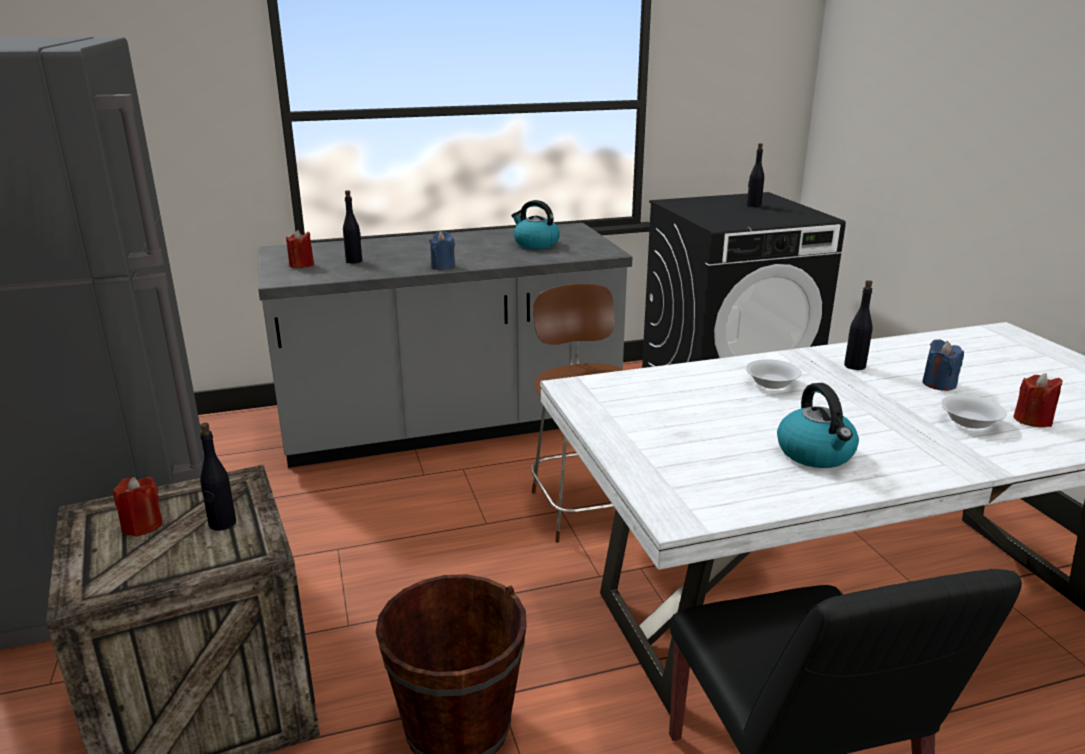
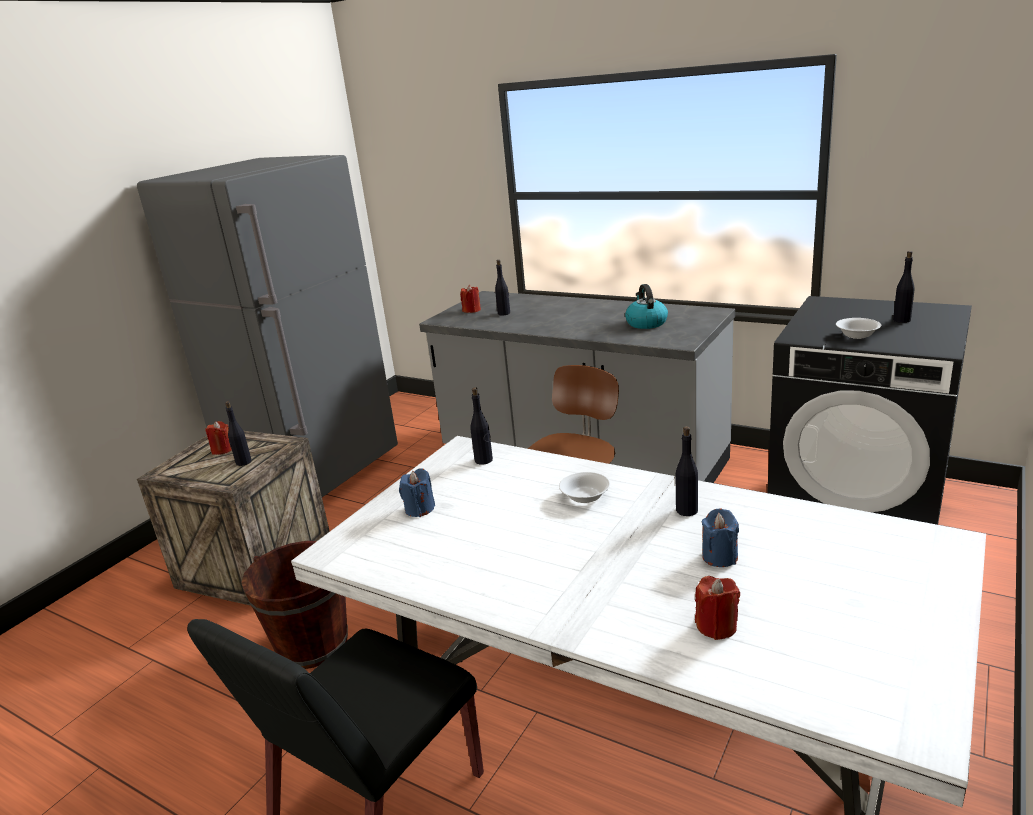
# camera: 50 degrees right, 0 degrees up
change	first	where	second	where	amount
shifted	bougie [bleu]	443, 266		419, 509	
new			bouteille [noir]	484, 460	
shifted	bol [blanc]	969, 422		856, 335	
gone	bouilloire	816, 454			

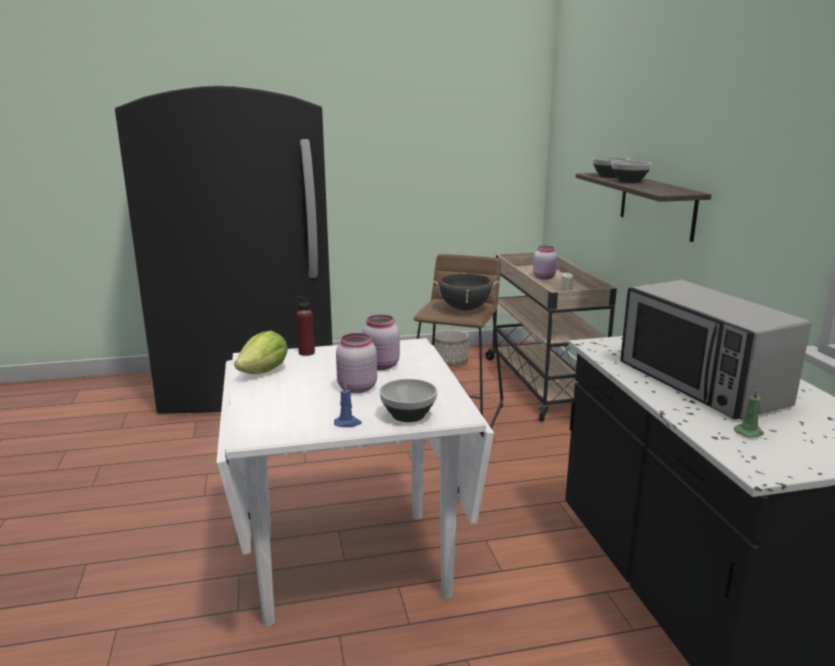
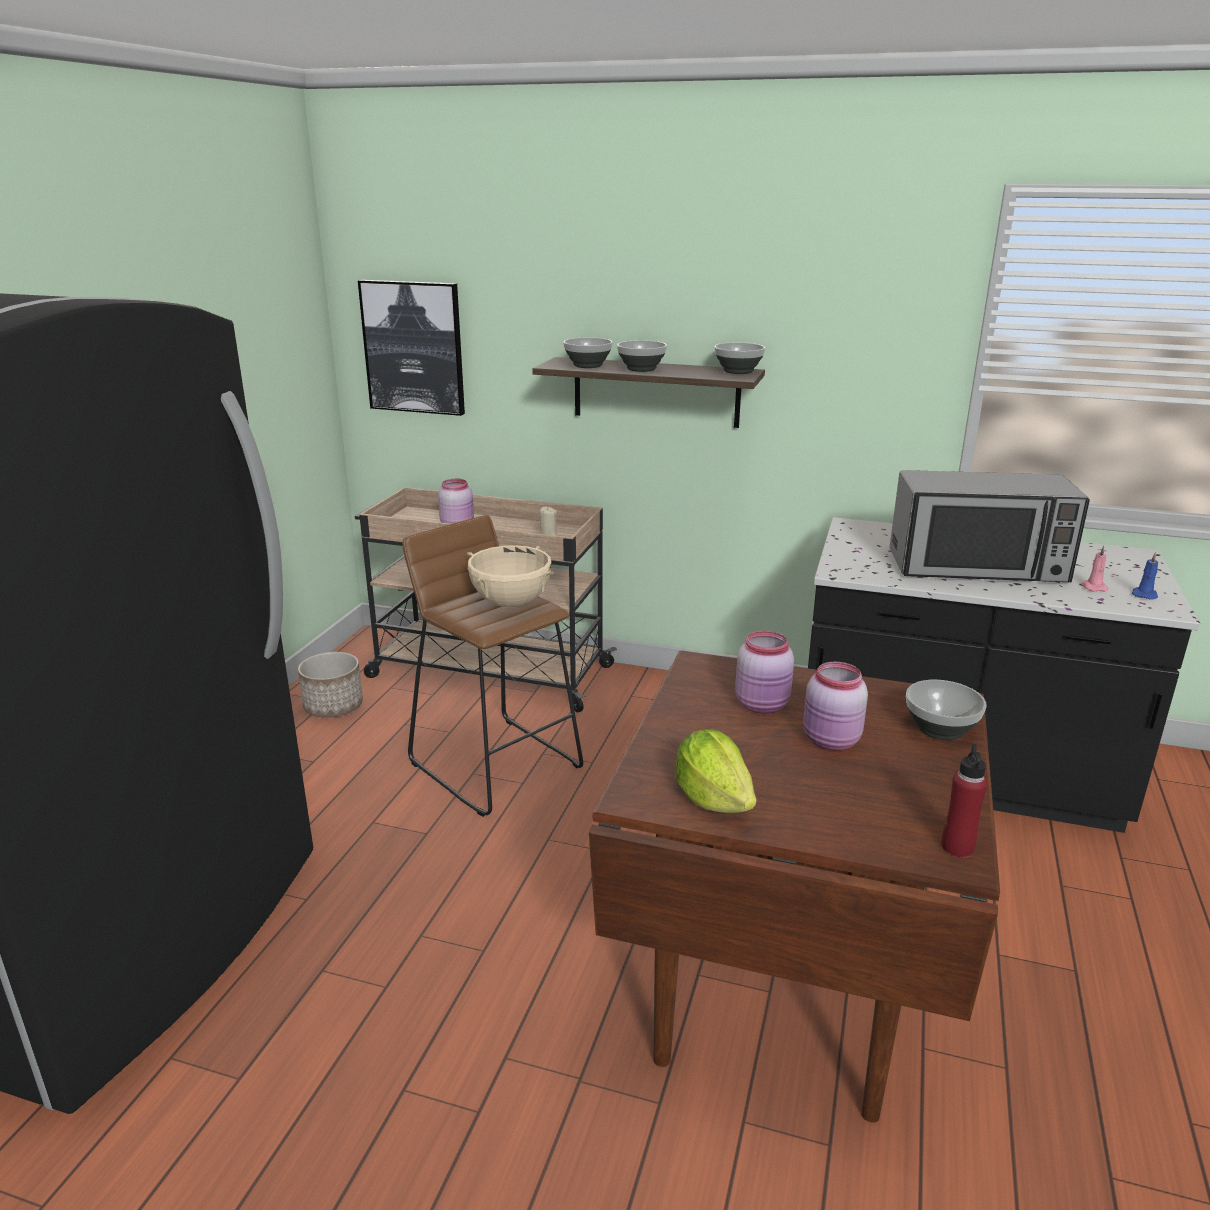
# camera: 60 degrees left, 5 degrees up
change	first	where	second	where	amount
new			tableau	414, 347	
repainted	marmite [noir]	464, 309	marmite [beige]	511, 603	
repainted	table à manger [blanc]	351, 564	table à manger [marron]	784, 988	
new			bol	739, 371	
shifted	bouteille [rouge]	306, 353		957, 847	
repainted	bougie [vert]	749, 432	bougie [rose]	1093, 587	
shifted	bougie [bleu]	348, 423		1144, 594	

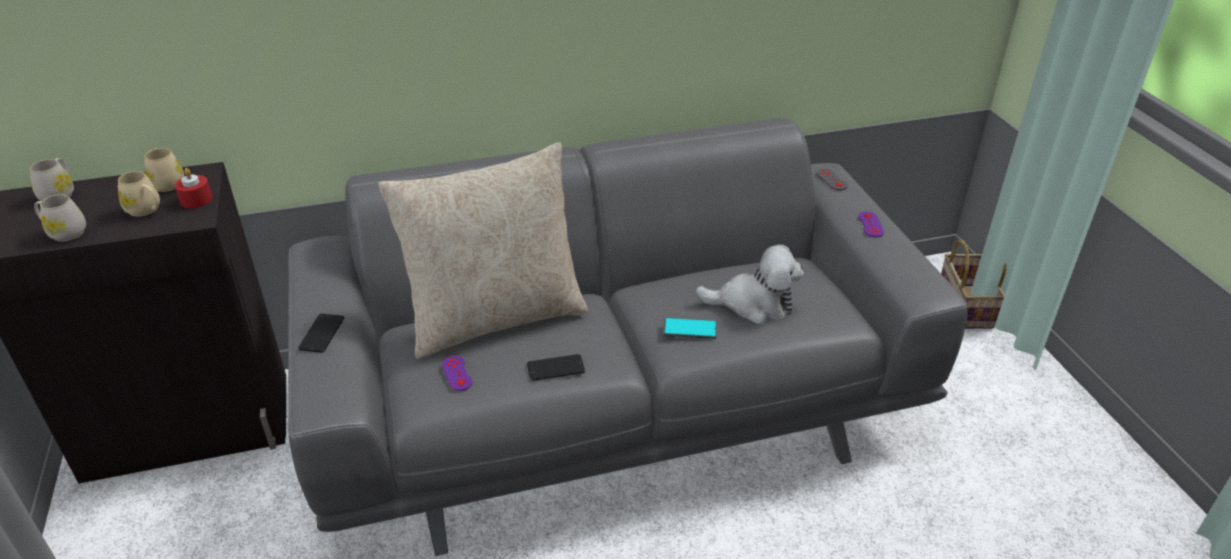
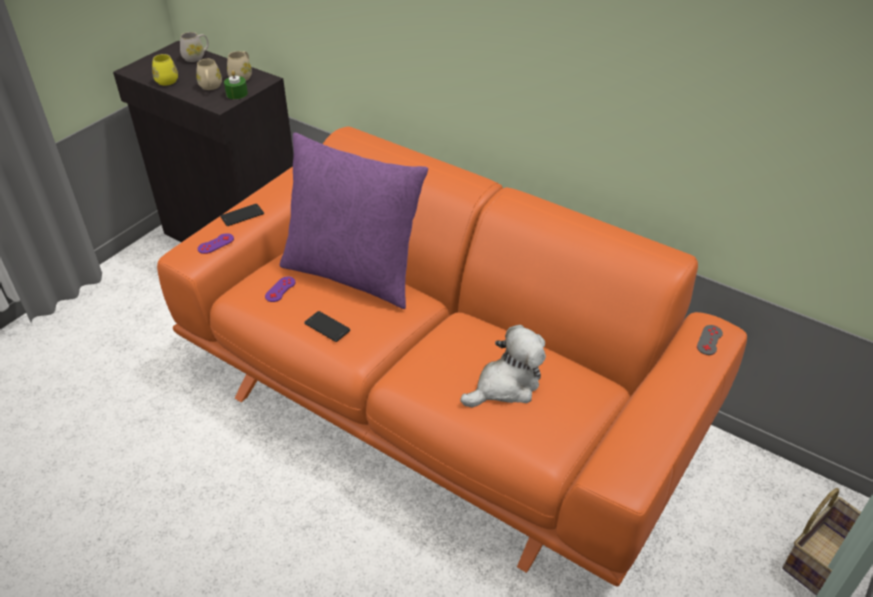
# camera: 50 degrees right, 5 degrees up
change	first	where	second	where	amount
repainted	mug [blanc]	64, 232	mug [jaune]	166, 79	
repainted	canapé [gris]	617, 404	canapé [orange]	439, 400	
shifted	manette [violet]	870, 224		216, 244	
repainted	bougie [rouge]	196, 200	bougie [vert]	237, 94	
repainted	coussin [beige]	495, 317	coussin [violet]	353, 273	
rotated	peluche	753, 304		506, 385	90 degrees counterclockwise
gone	téléphone	689, 329			

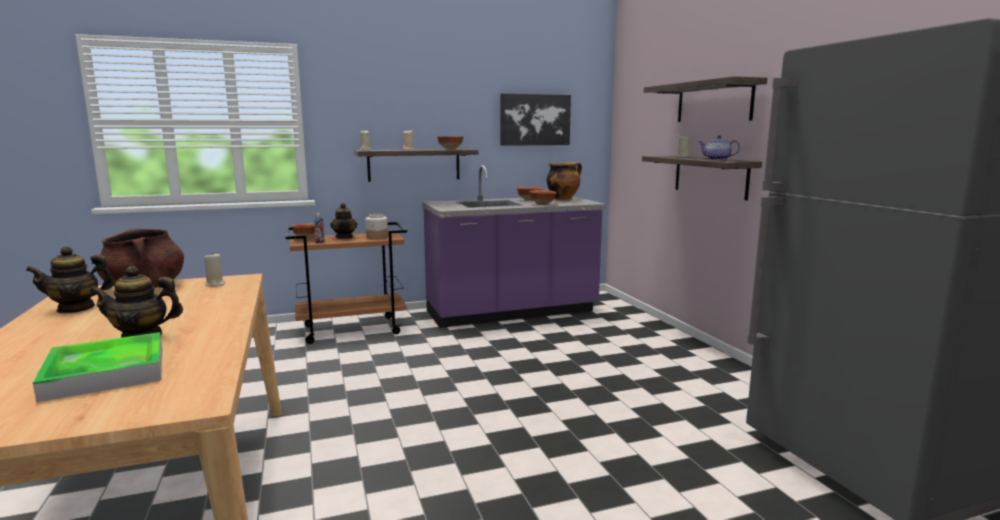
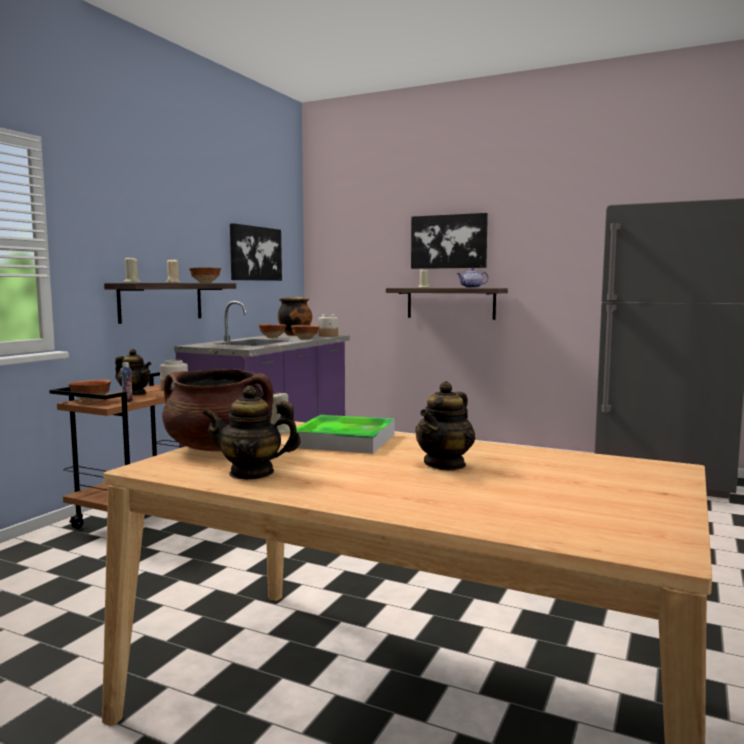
# camera: 45 degrees left, 5 degrees down
change	first	where	second	where	amount
rotated	théière	76, 308		252, 473	75 degrees clockwise
shifted	plateau	106, 372		344, 440	
new			bocal	328, 336	
swapped	étagère	713, 102	tableau	449, 241	

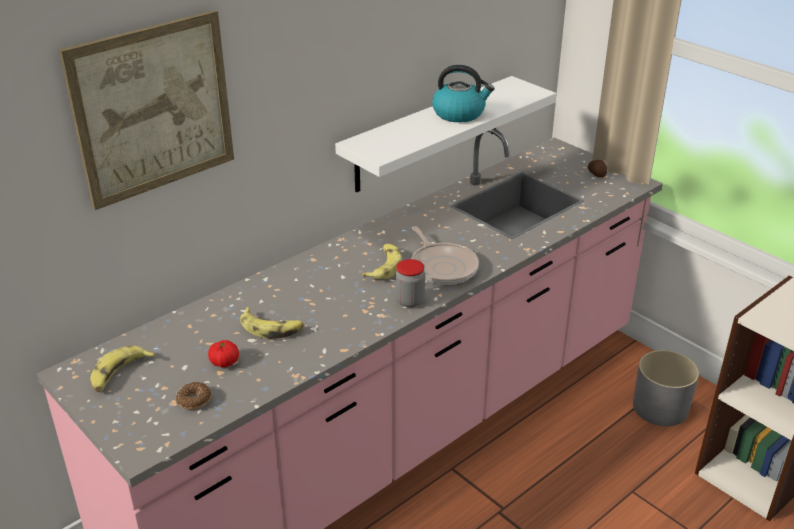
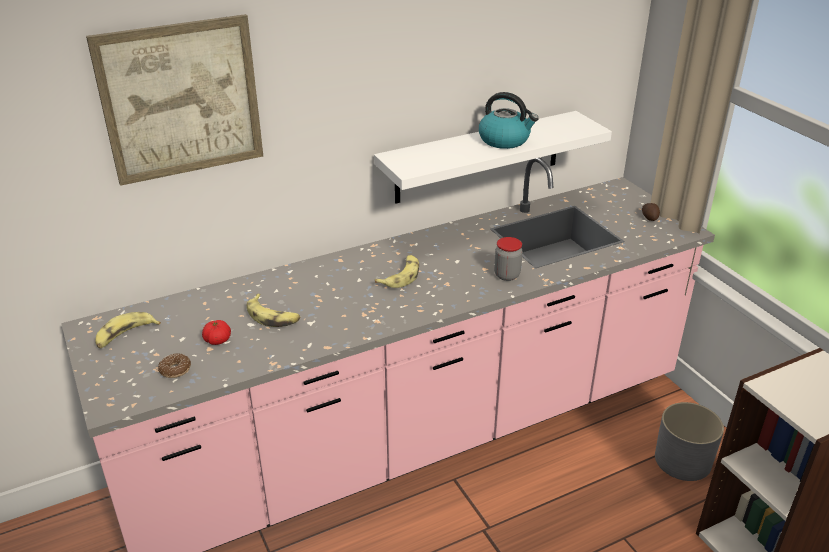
# camera: 15 degrees right, 0 degrees up
change	first	where	second	where	amount
shifted	bocal	410, 301		507, 275	
gone	poêle	442, 267			

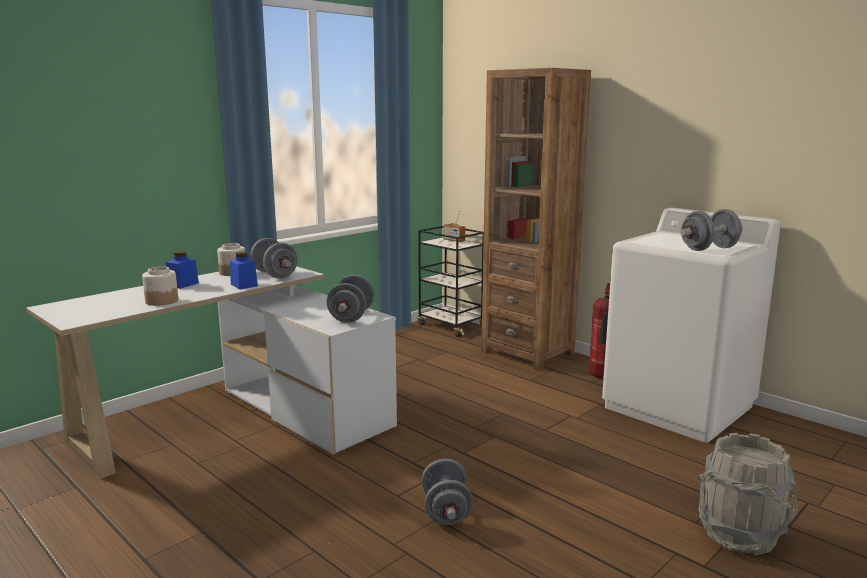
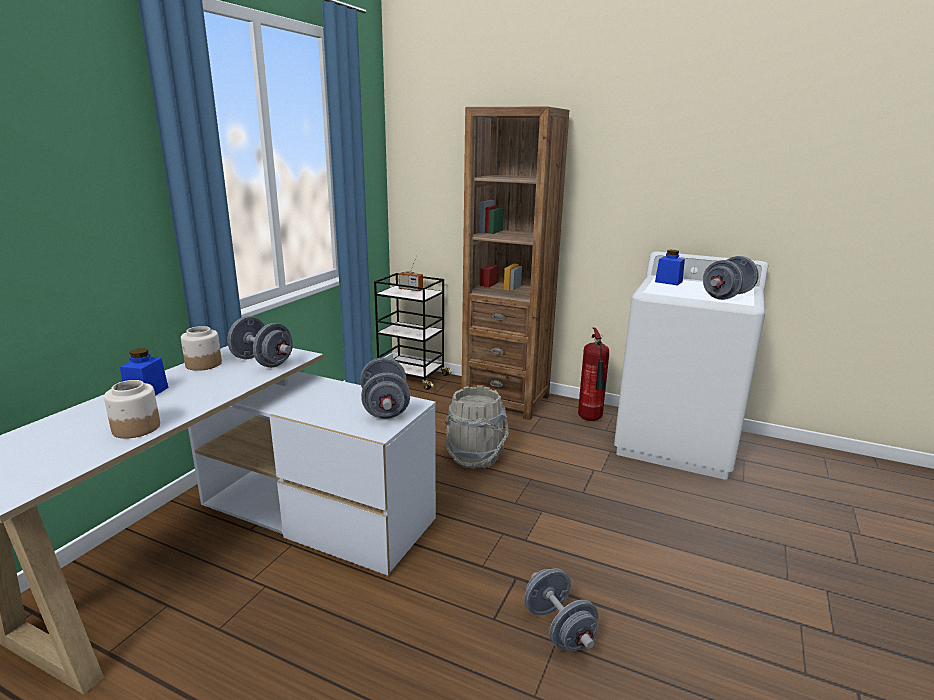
# camera: 20 degrees left, 5 degrees up
change	first	where	second	where	amount
shifted	seau [gris]	739, 534		475, 456	
shifted	bocal [bleu]	244, 285		668, 282	

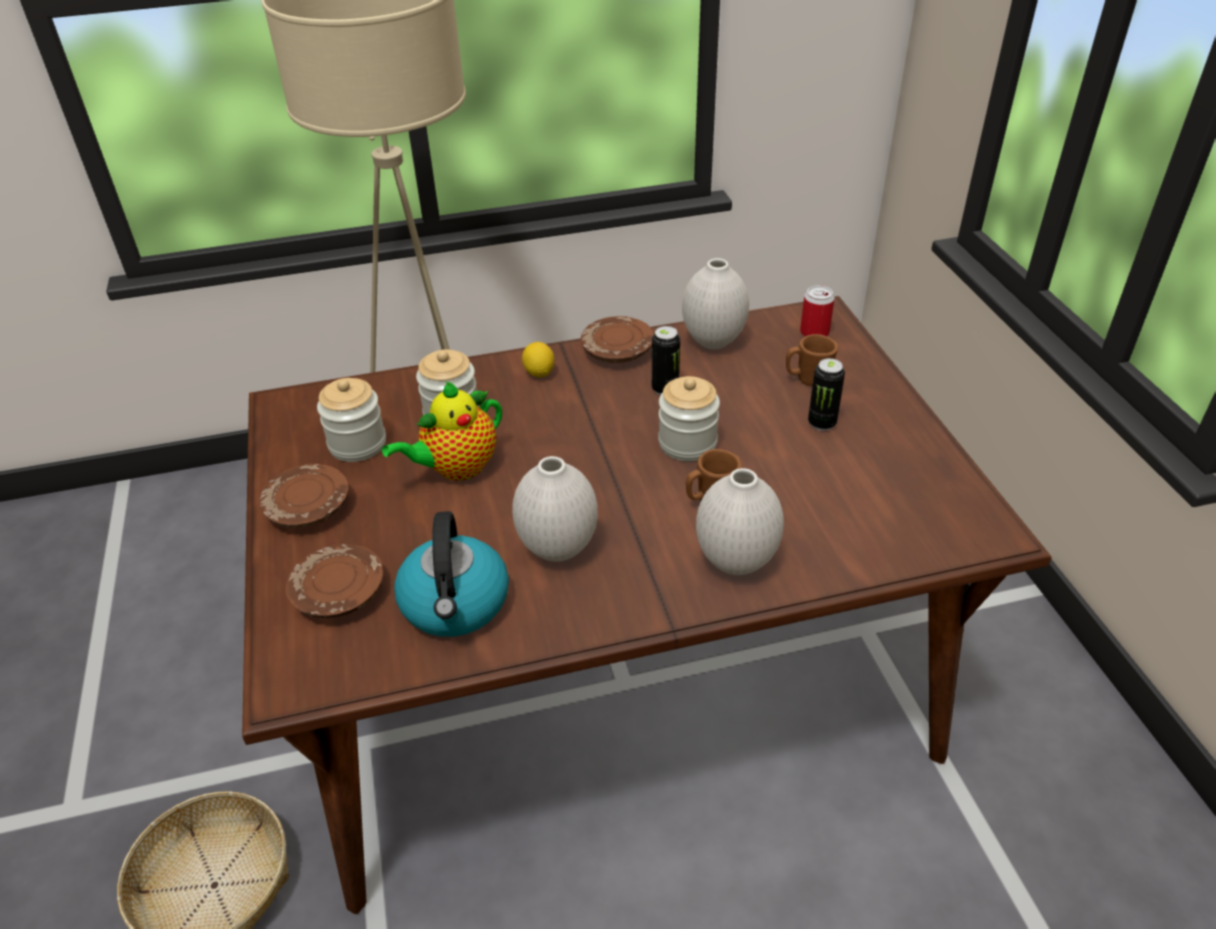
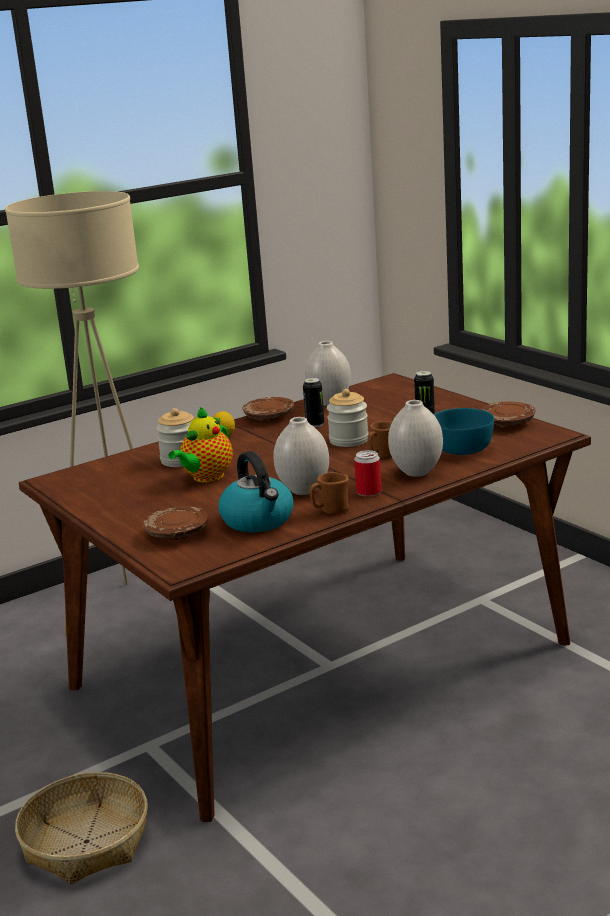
# camera: 20 degrees left, 20 degrees down
change	first	where	second	where	amount
shifted	mug [marron]	808, 379		330, 511	
shifted	boîte métallique	814, 332		368, 492	
new			bol [turquoise]	463, 448	
shifted	assiette [marron]	308, 508		507, 423	
gone	bocal	357, 444			

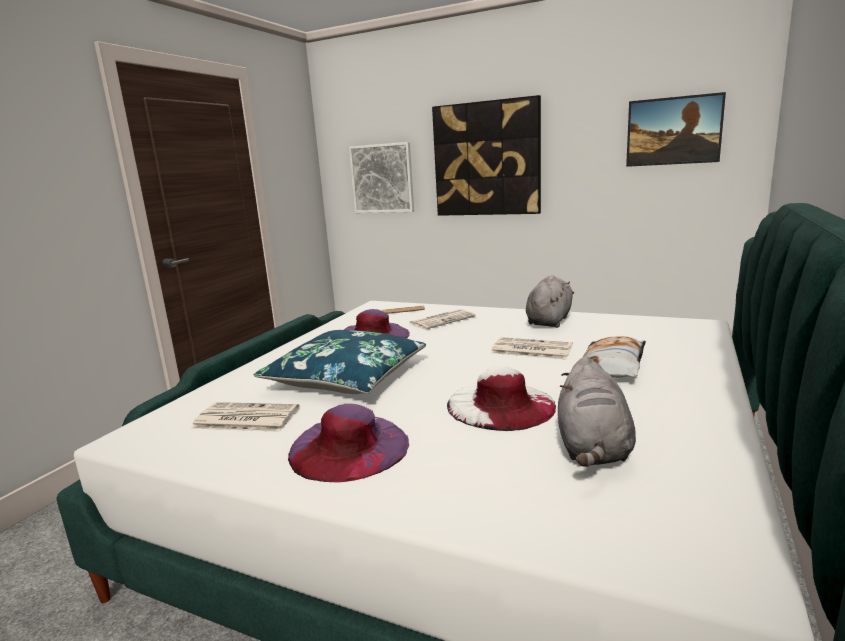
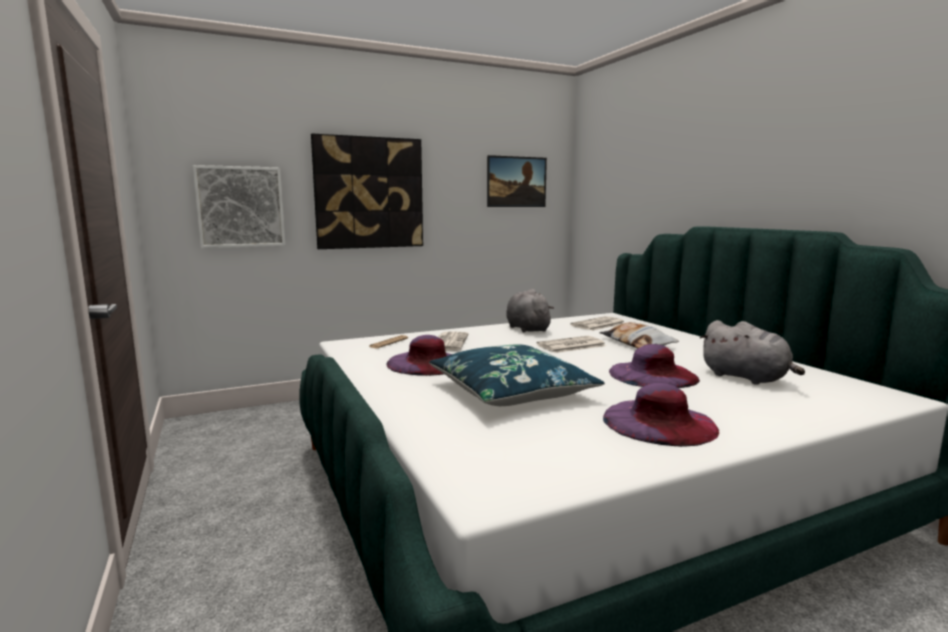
# camera: 50 degrees left, 5 degrees down
change	first	where	second	where	amount
shifted	journal	245, 418		598, 324	
repainted	chapeau [blanc]	501, 405	chapeau [violet]	653, 375	

